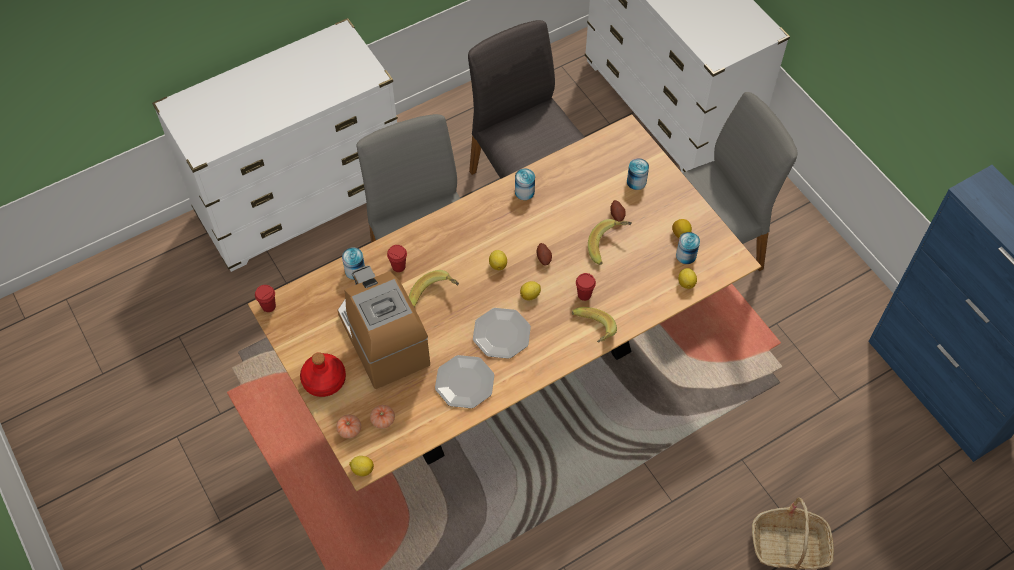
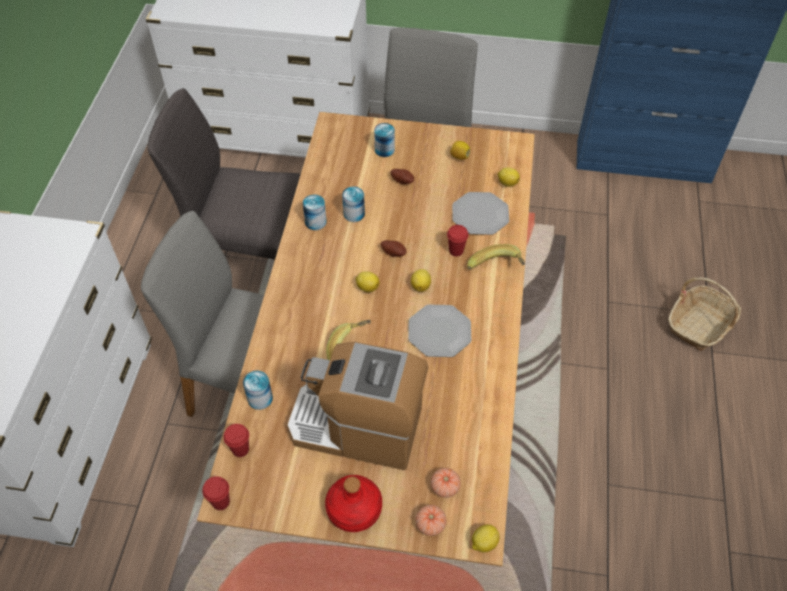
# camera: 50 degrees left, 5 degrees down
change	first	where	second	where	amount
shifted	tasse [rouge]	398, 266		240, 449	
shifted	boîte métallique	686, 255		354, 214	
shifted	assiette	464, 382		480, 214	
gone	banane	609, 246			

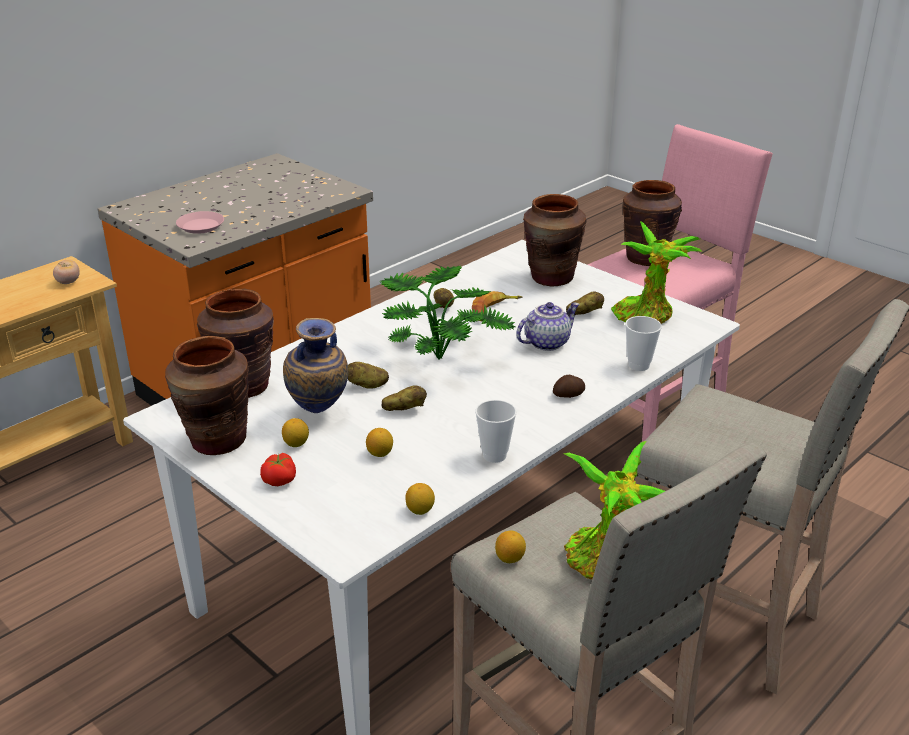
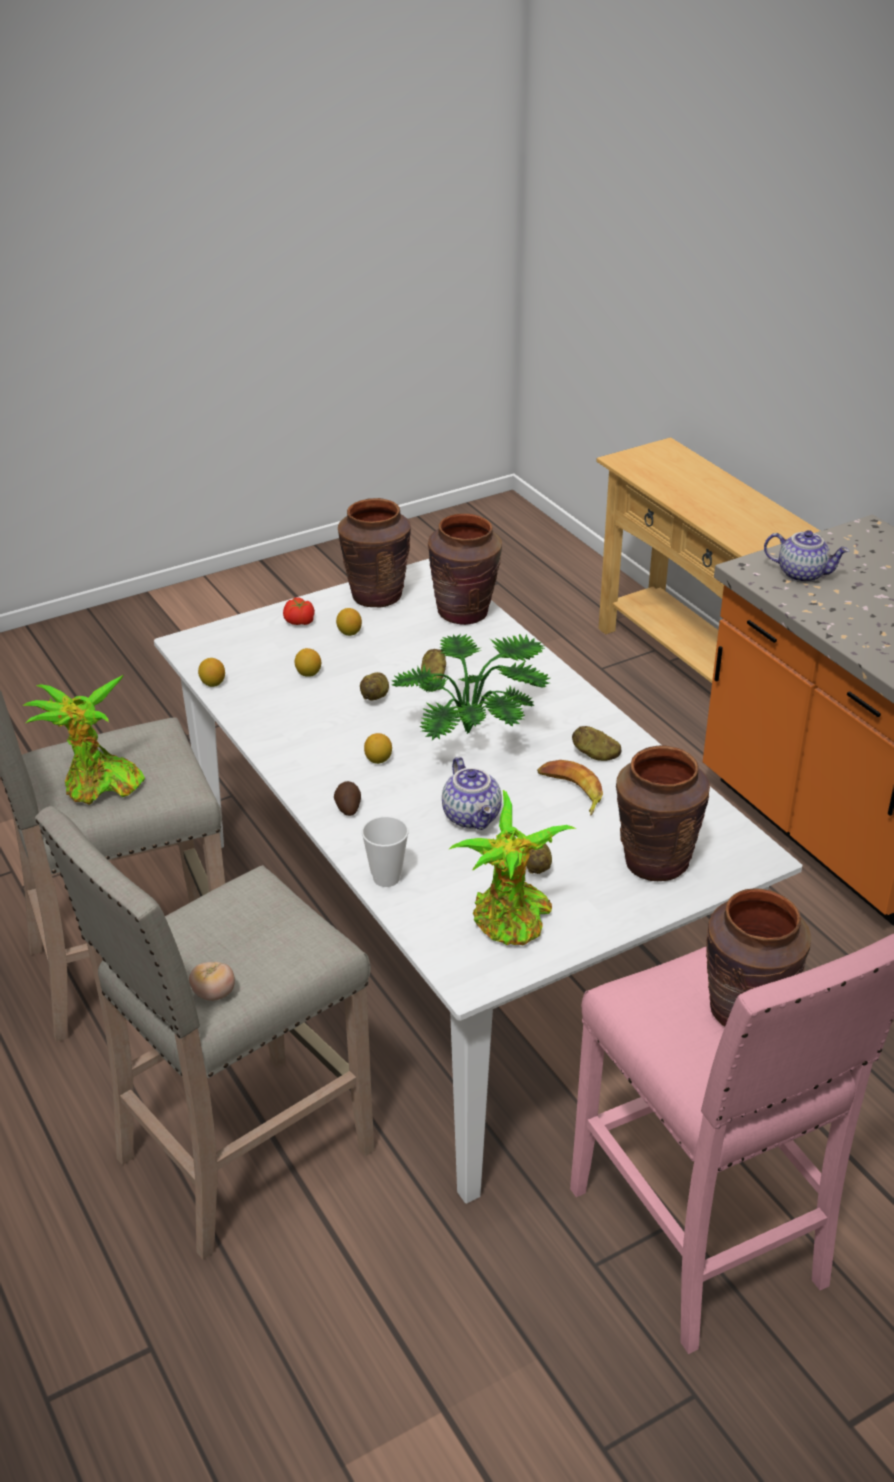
# camera: 105 degrees right, 5 degrees up
change	first	where	second	where	amount
shifted	tomate	68, 282		213, 994	
shifted	citron	510, 558		378, 760	
swapped	assiette [rose]	200, 226	théière	802, 574	
gone	vase	319, 414			
gone	tasse	494, 455			

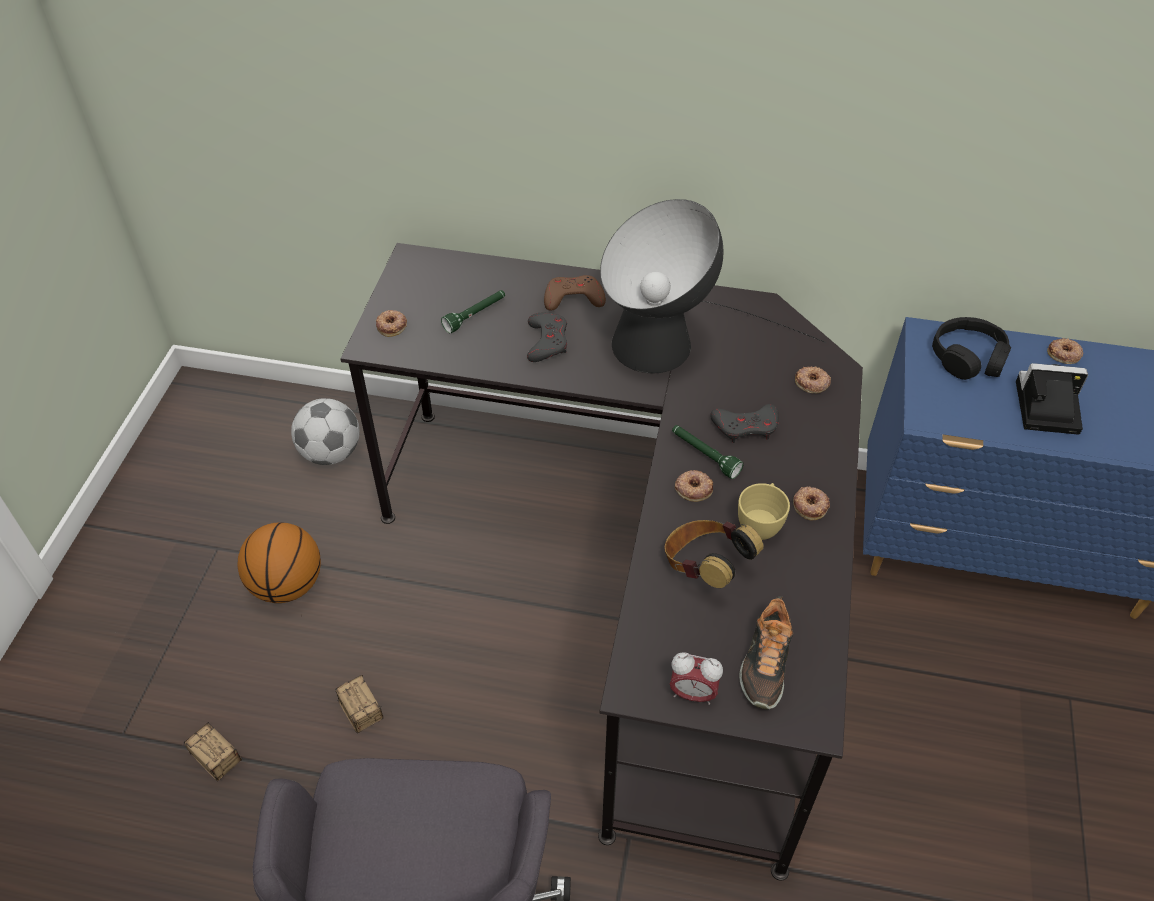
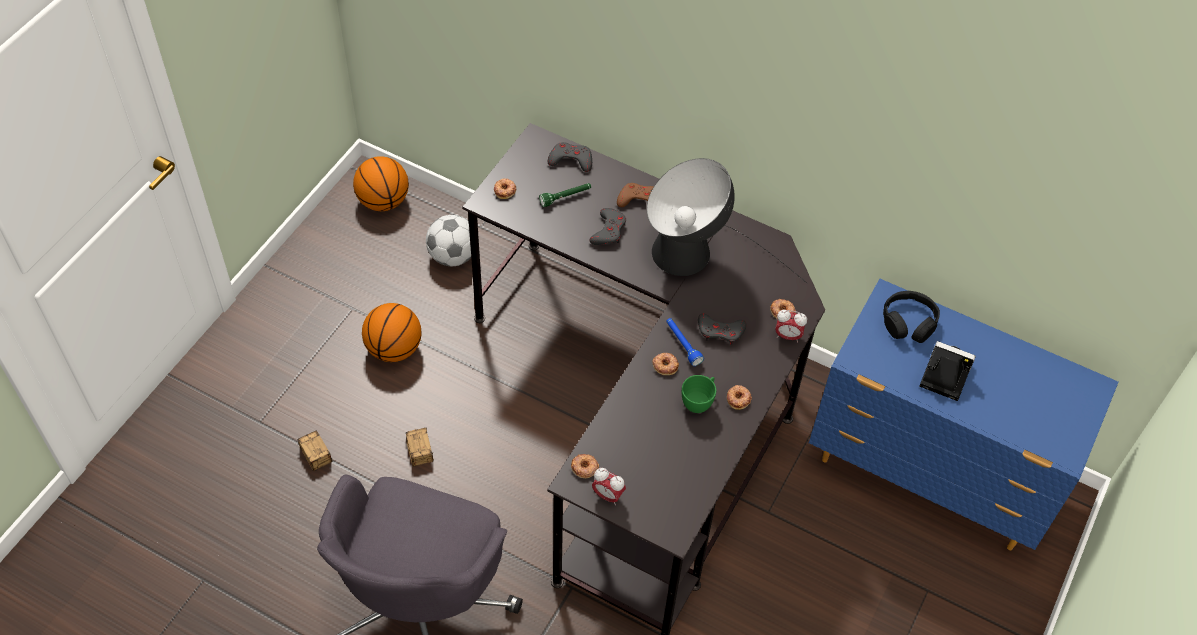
# camera: 15 degrees right, 5 degrees up
change	first	where	second	where	amount
new			ballon de basket	383, 201	
new			manette [gris]	571, 160	
shifted	beignet	1064, 354		584, 467	
repainted	lampe de poche [vert]	704, 455	lampe de poche [bleu]	682, 344	
repainted	tasse [jaune]	760, 524	tasse [vert]	699, 402	
new			réveil	787, 336	
gone	casque audio	705, 567			
gone	chaussure	765, 662			

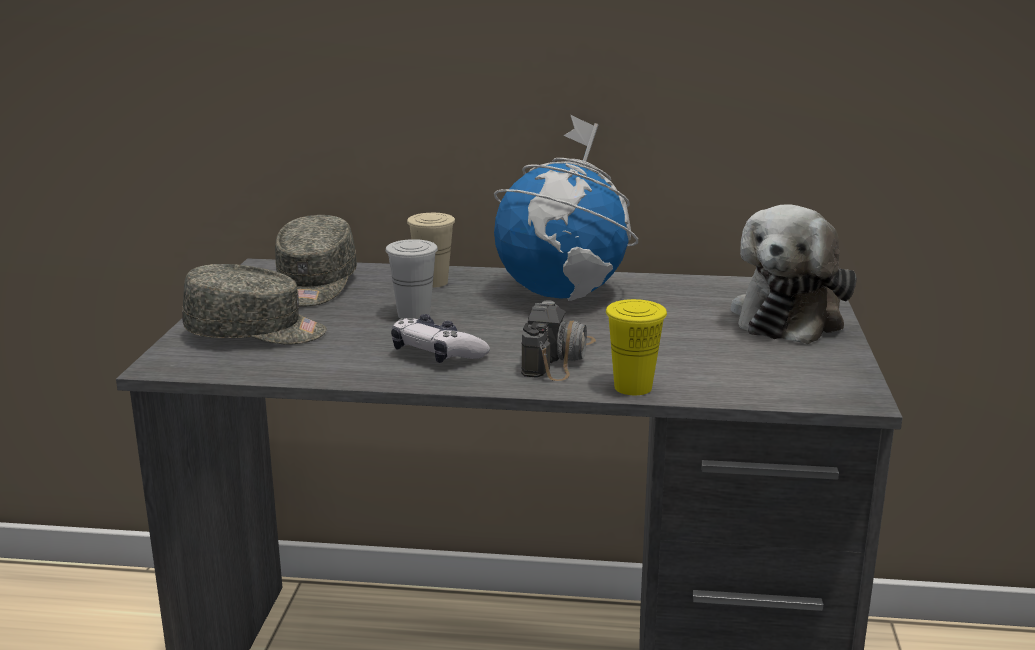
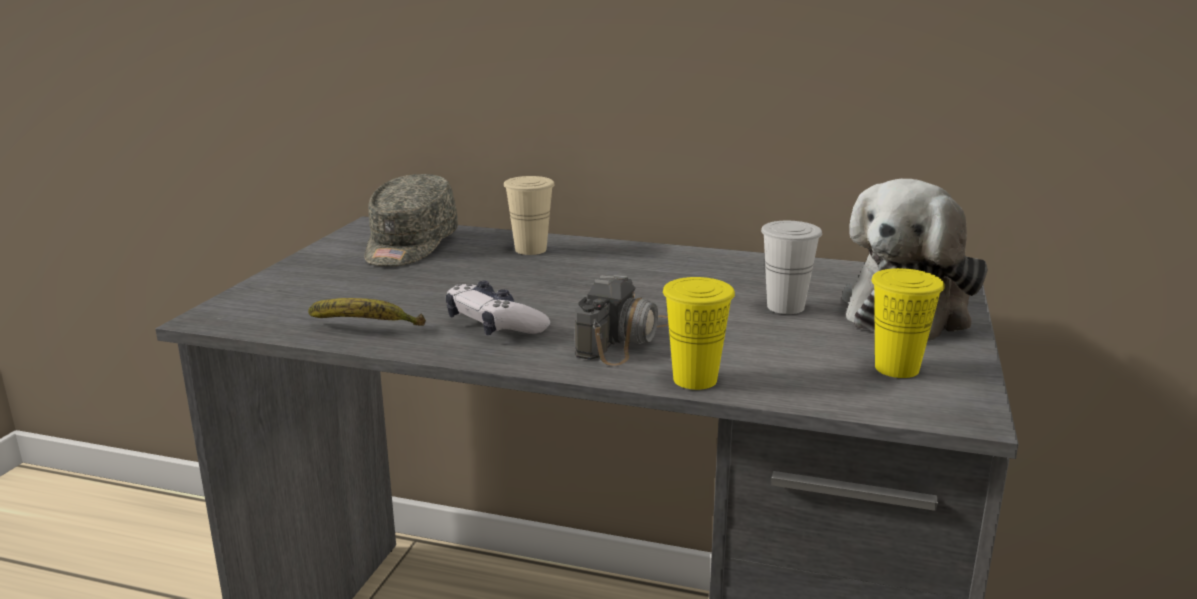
# camera: 10 degrees right, 0 degrees up
change	first	where	second	where	amount
new			banane	365, 329	
shifted	tasse [blanc]	414, 315		785, 307	
new			tasse [jaune]	896, 368	
gone	casquette [gris]	256, 333			
gone	globe	563, 294			

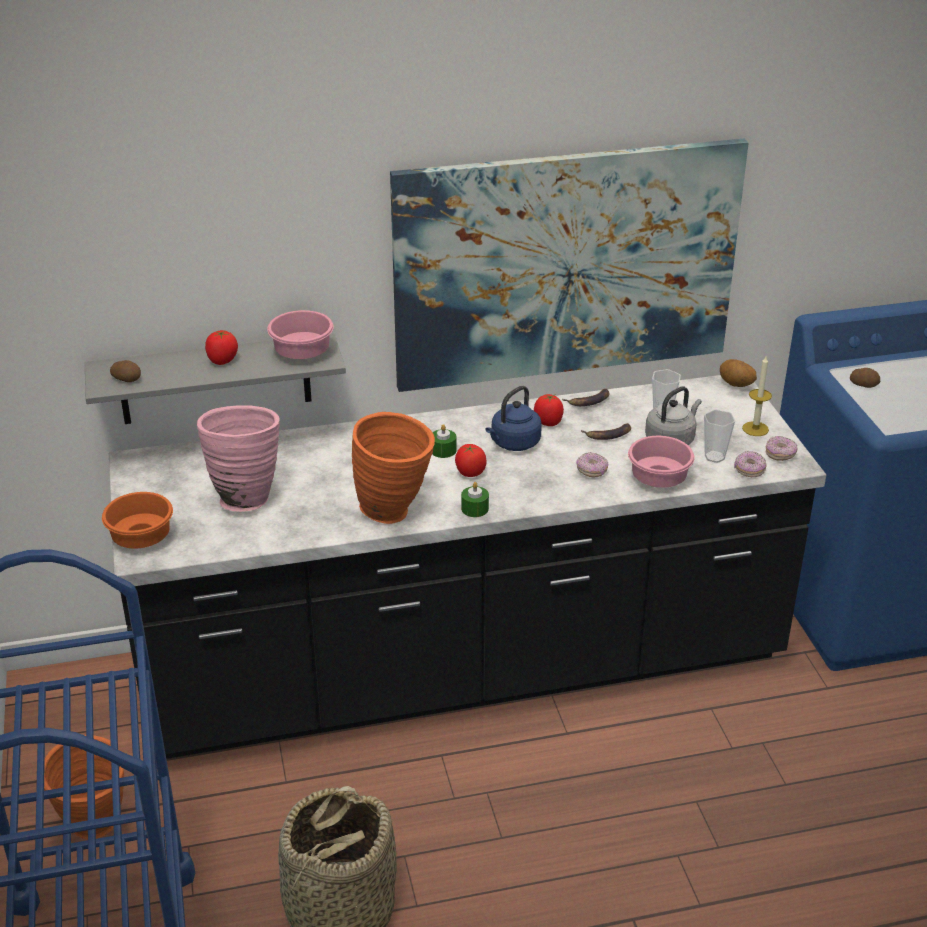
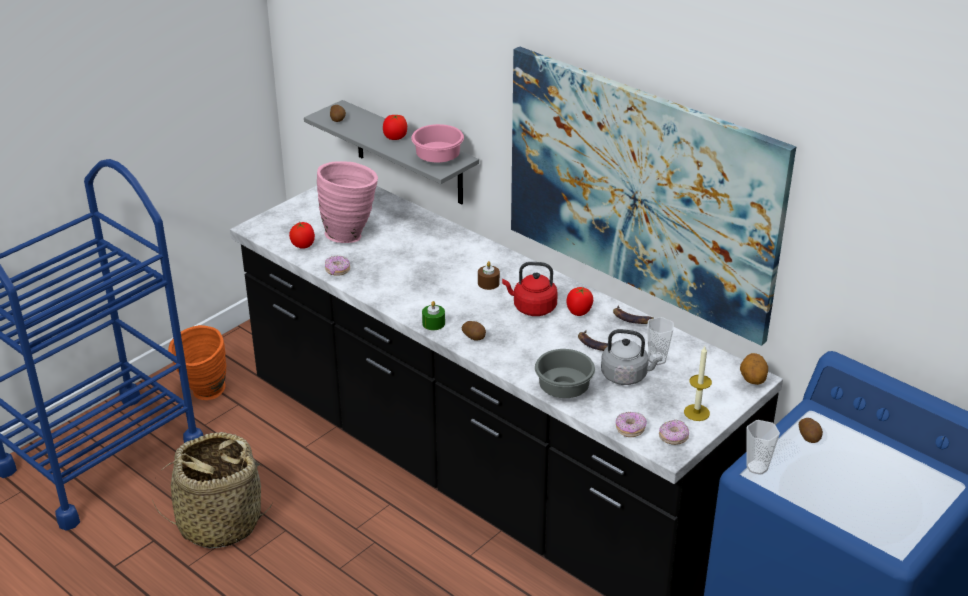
# camera: 55 degrees right, 0 degrees up
change	first	where	second	where	amount
shifted	tomate	470, 473		303, 245	
shifted	beignet	591, 471		337, 270	
new			pomme de terre	474, 336	
repainted	bougie [vert]	443, 450	bougie [marron]	488, 283	
repainted	bouilloire [bleu]	513, 444	bouilloire [rouge]	532, 308	
repainted	bol [rose]	659, 478	bol [gris]	565, 389	
shifted	tasse	714, 457		757, 467	
gone	bol [orange]	139, 538			
gone	vase [orange]	396, 512			

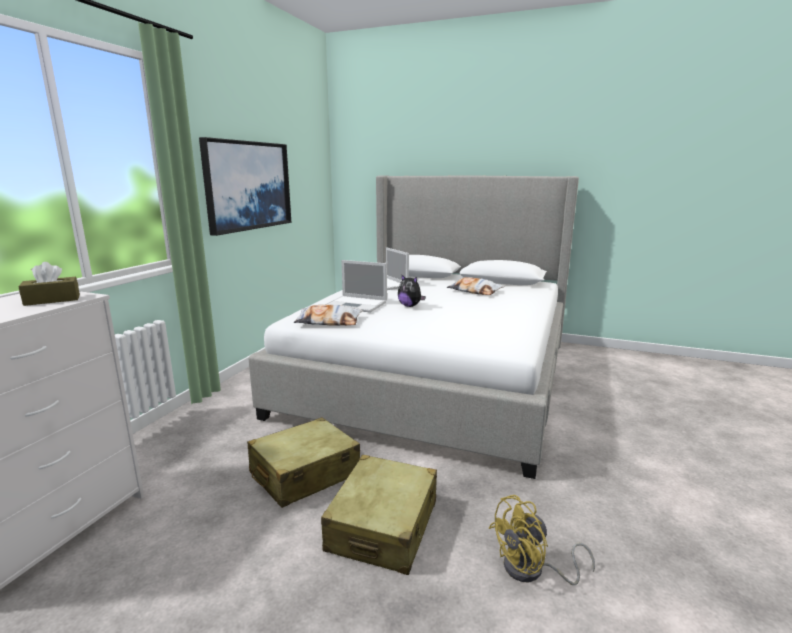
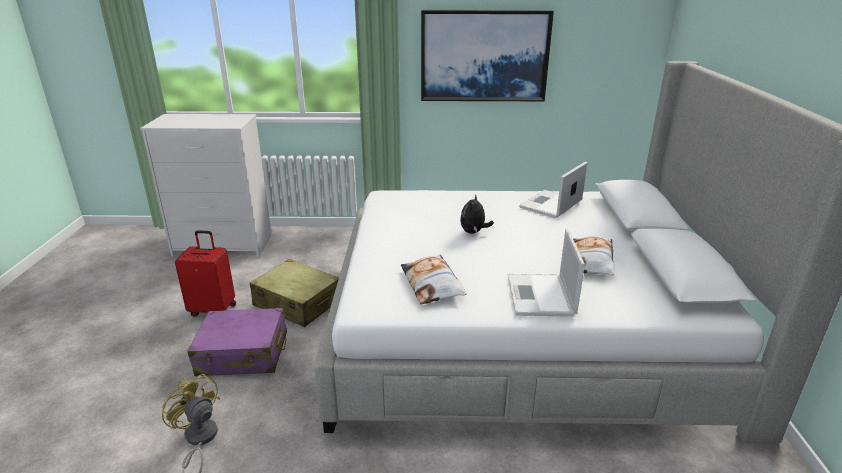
# camera: 70 degrees right, 10 degrees up
change	first	where	second	where	amount
new			valise [rouge]	213, 309	
repainted	valise [beige]	383, 526	valise [violet]	243, 354	
shifted	coussin	328, 321		432, 284	
shifted	ordinateur portable	357, 304		541, 296	
gone	boîte à mouchoirs [marron]	52, 300			

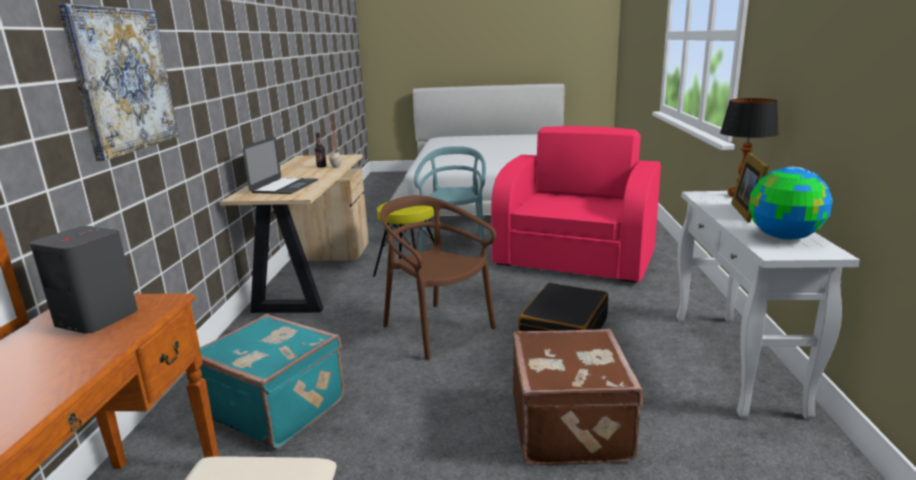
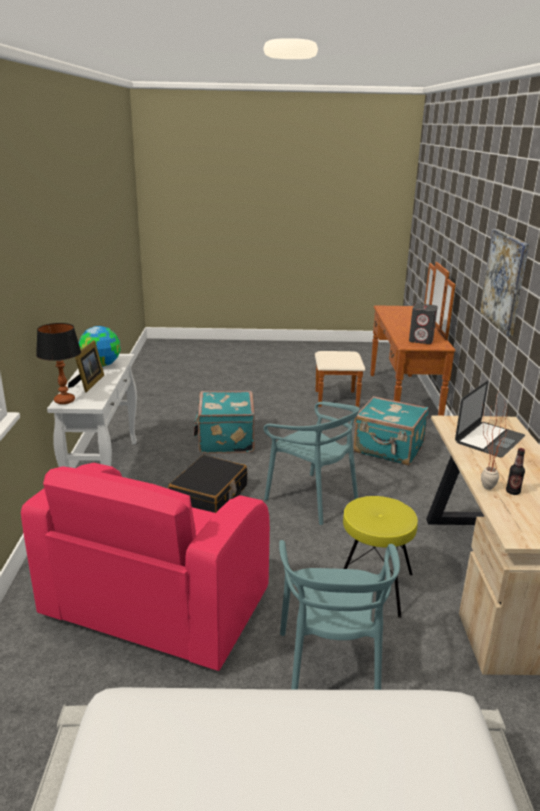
# camera: 175 degrees right, 5 degrees up
change	first	where	second	where	amount
repainted	valise [marron]	571, 426	valise [turquoise]	225, 440	
repainted	chaise [marron]	436, 329	chaise [turquoise]	312, 499	
rotated	ordinateur portable	284, 186		489, 439	150 degrees counterclockwise

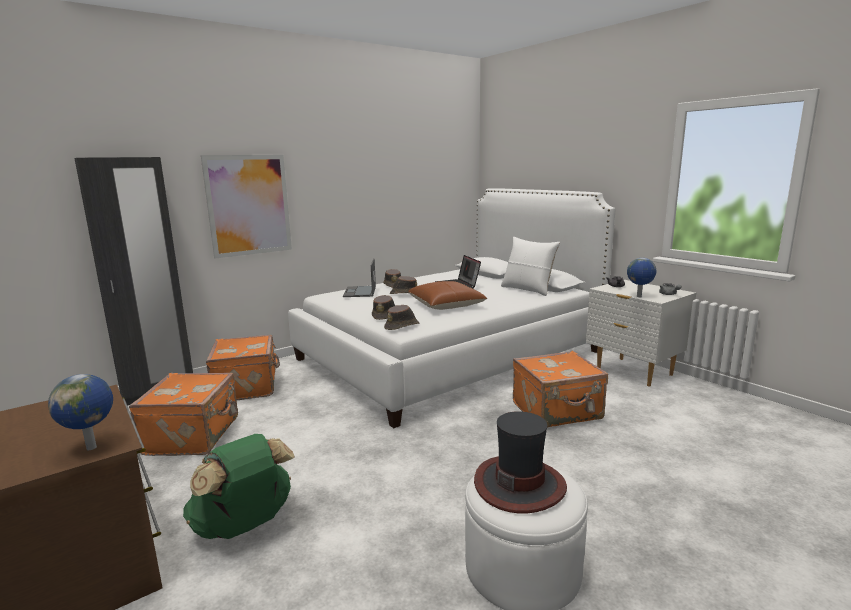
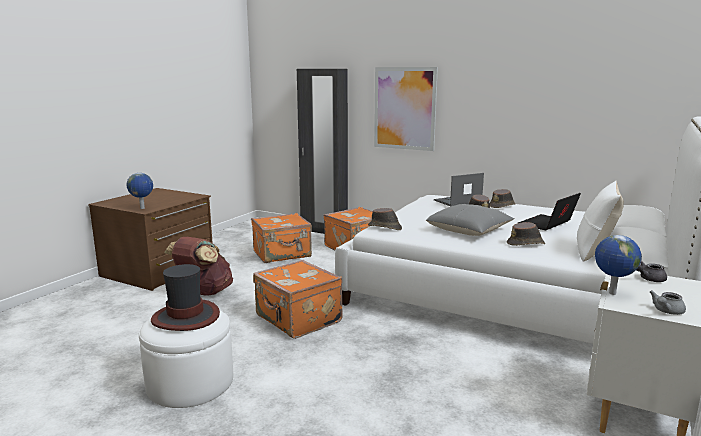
# camera: 65 degrees right, 0 degrees up
change	first	where	second	where	amount
repainted	sac à dos [vert]	245, 526	sac à dos [marron]	203, 293	
shifted	valise [orange]	557, 412		297, 319	
repainted	coussin [marron]	446, 305	coussin [gris]	469, 230	
shifted	chapeau [marron]	385, 315		526, 244	

